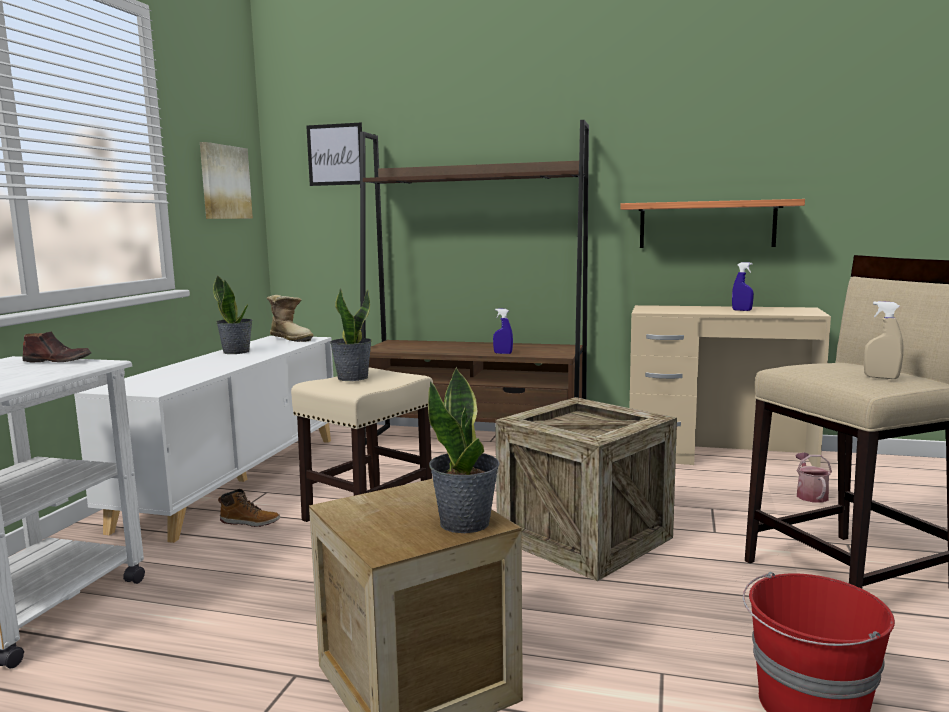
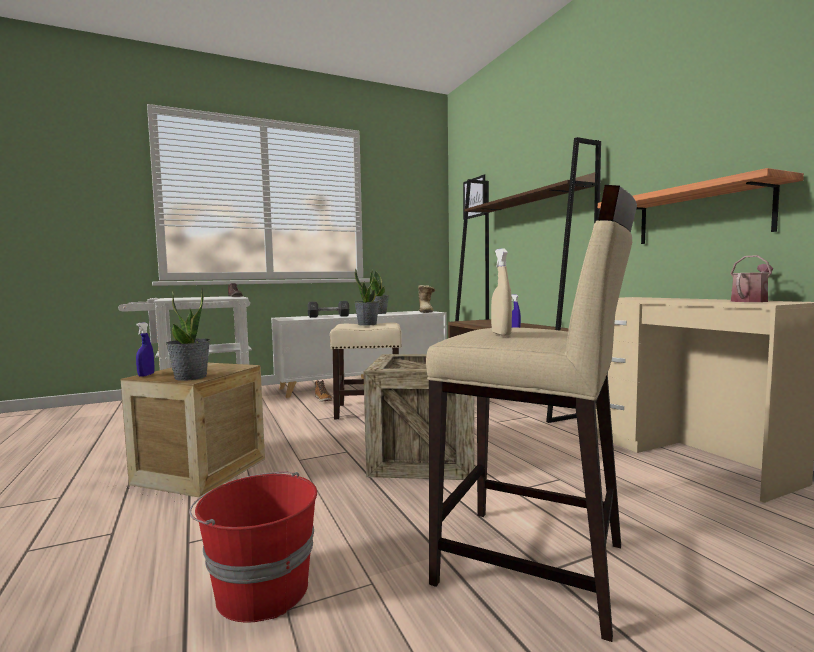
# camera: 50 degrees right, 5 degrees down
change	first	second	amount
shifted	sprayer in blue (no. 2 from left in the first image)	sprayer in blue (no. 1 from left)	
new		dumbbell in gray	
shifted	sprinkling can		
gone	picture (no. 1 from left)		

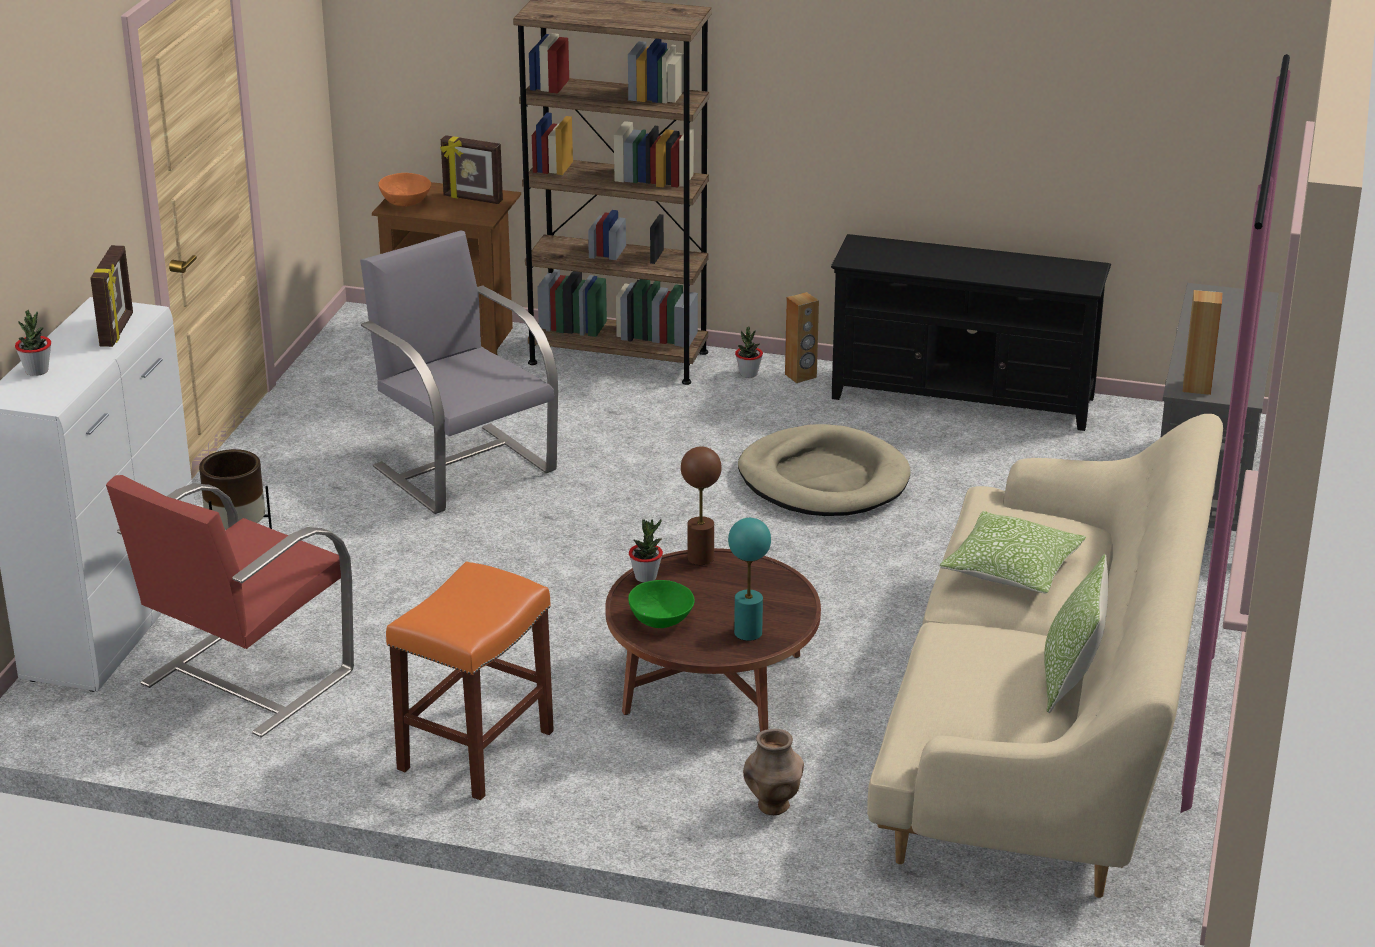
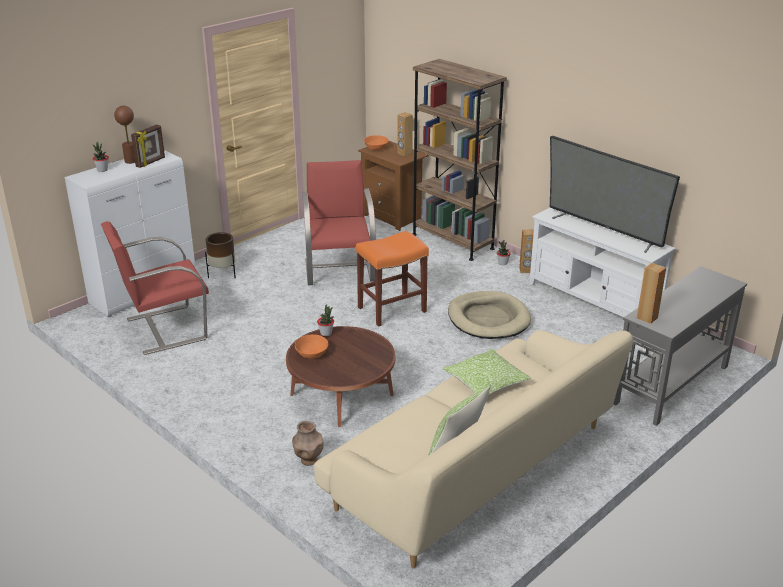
# camera: 30 degrees right, 0 degrees up
change	first	second	amount
shifted	tabletop lamp in brown		
repainted	bowl in green-coloured	bowl in orange (no. 1 from left)	
repainted	lounge chair in gray	lounge chair in red-coloured (no. 2 from left)	
shifted	stool seat in orange		
swapped	standing frame (no. 2 from left)	speaker in brown (no. 1 from left)	
repainted	tv unit in black	tv unit in white	
new		TV set	
gone	tabletop lamp in turquoise-coloured		

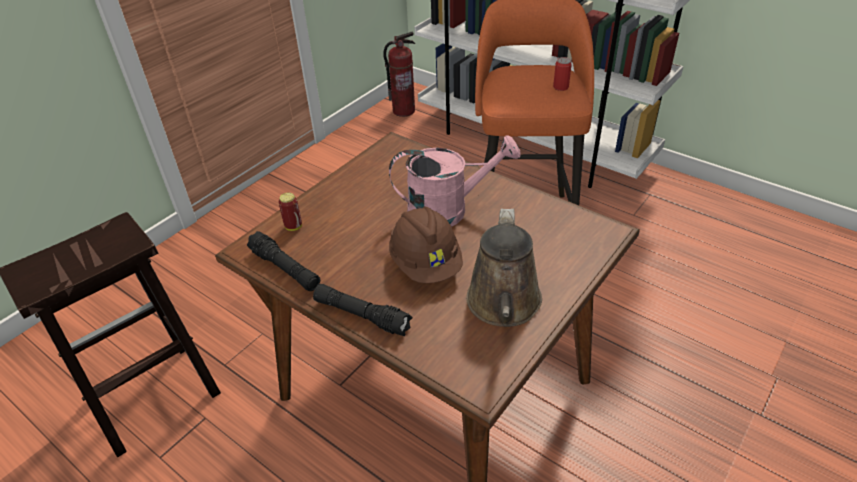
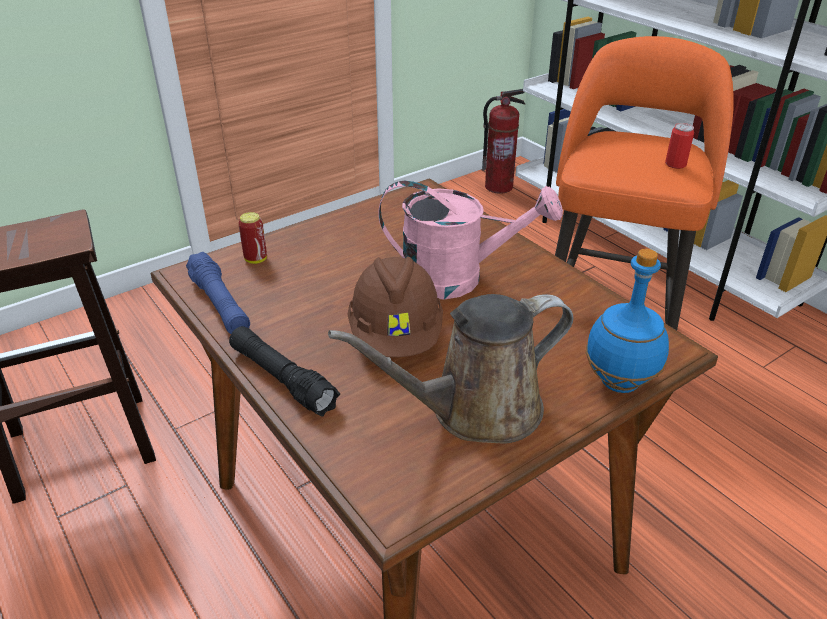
# camera: 15 degrees right, 5 degrees down
change	first	second	amount
repainted	flashlight in black (no. 1 from left)	flashlight in blue	
rotated	sprinkling can in brown		45 degrees clockwise
new		beverage bottle in blue	

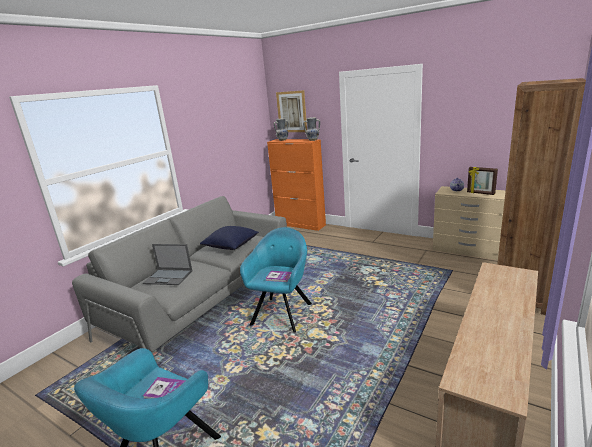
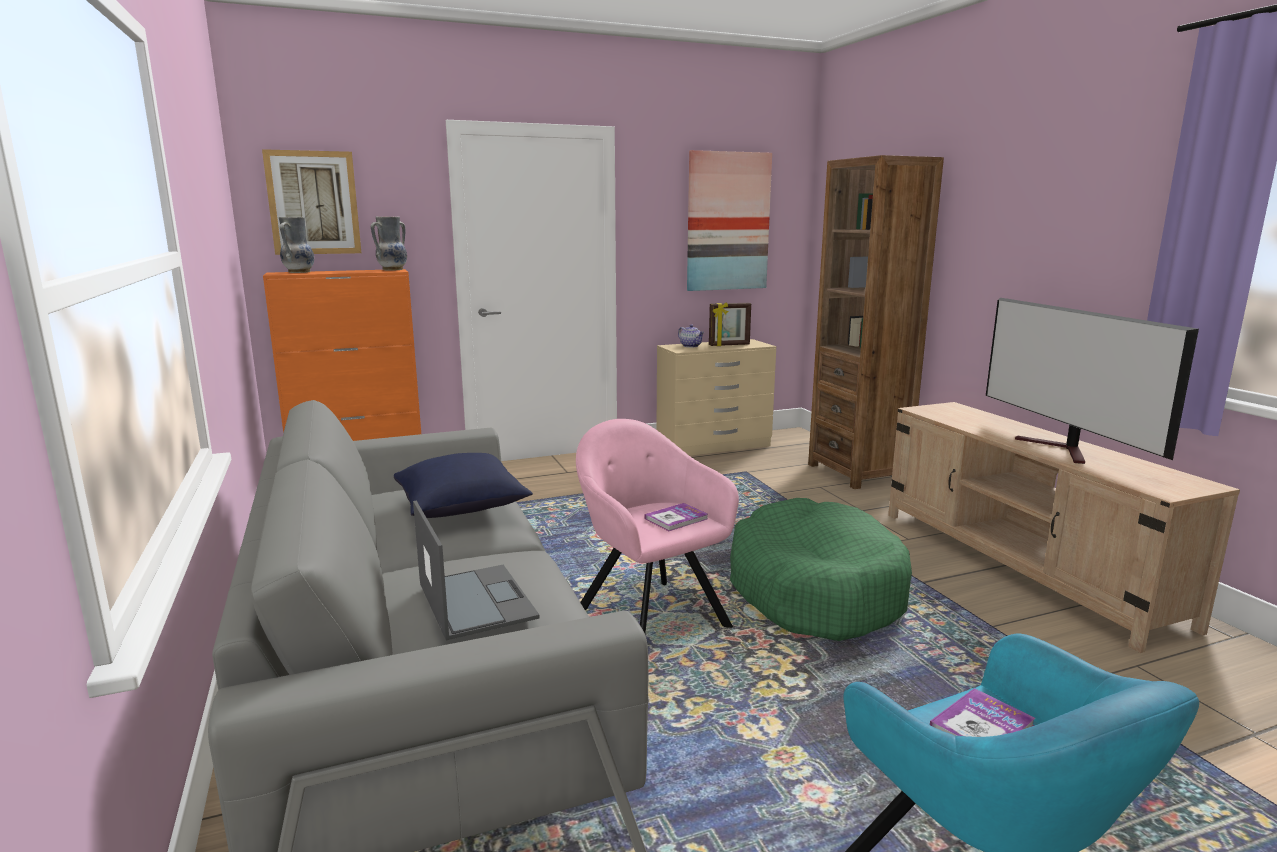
# camera: 55 degrees left, 5 degrees down
change	first	second	amount
rotated	laptop		75 degrees counterclockwise
repainted	lounge chair in turquoise-coloured (no. 2 from left)	lounge chair in pink-coloured	
new		picture (no. 2 from left)	
new		dog bed in green-coloured	
new		TV set	

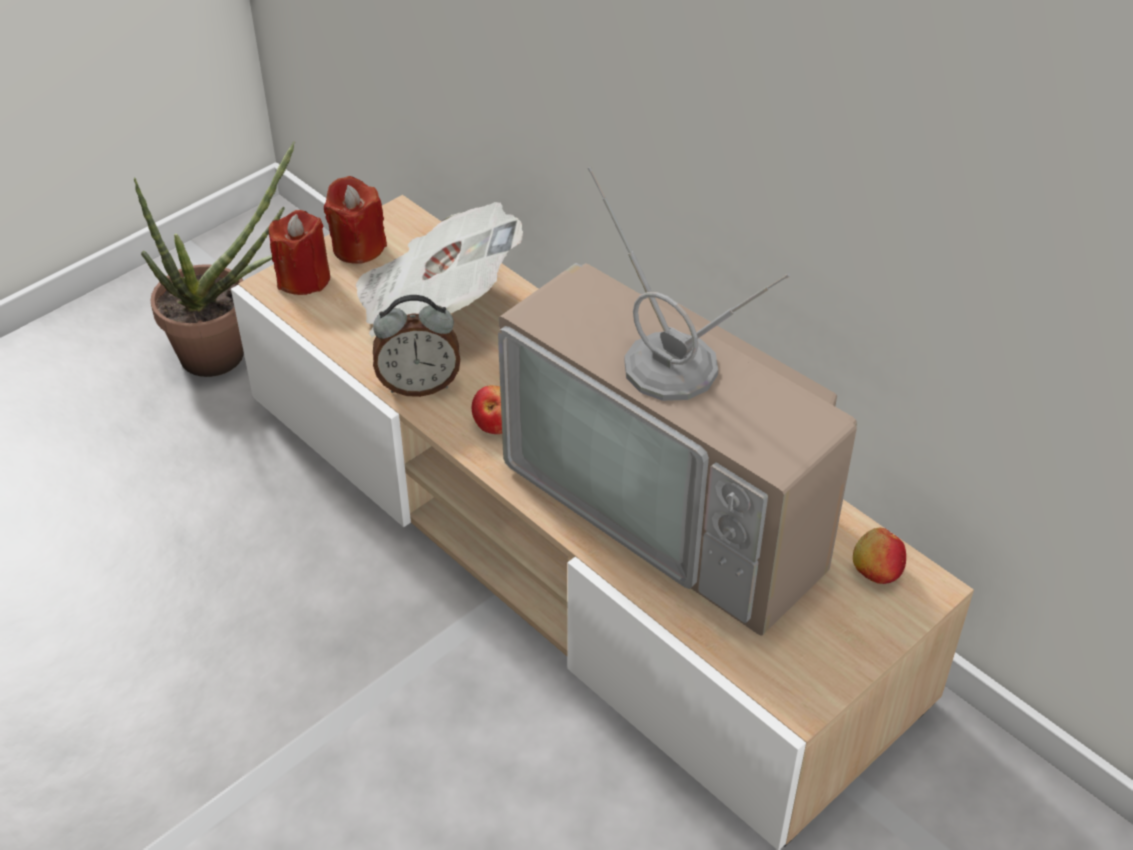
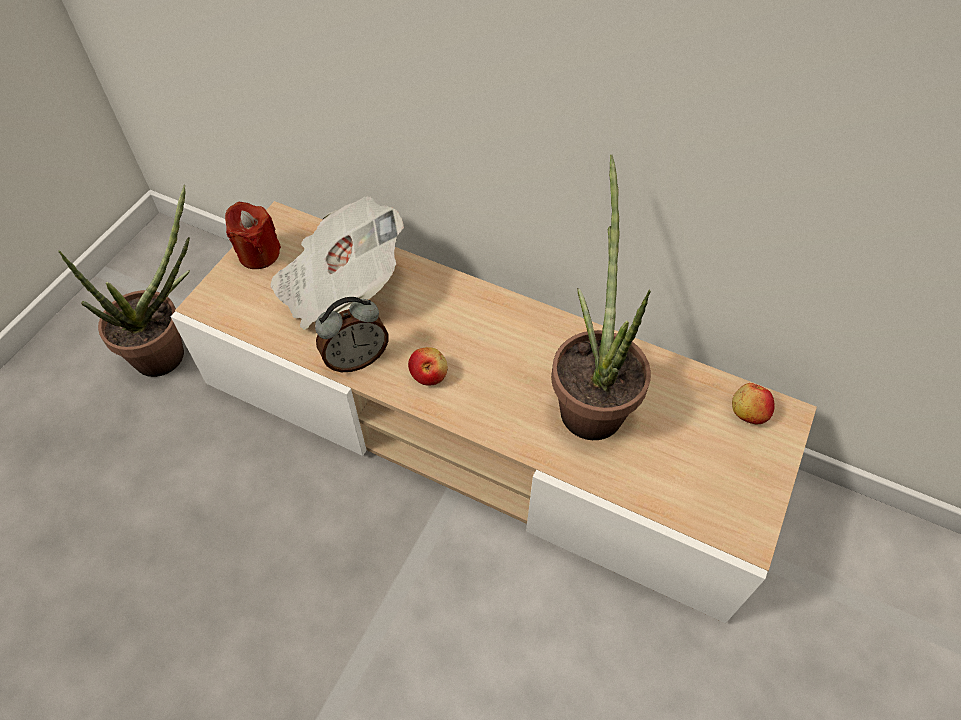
# camera: 20 degrees left, 10 degrees up
change	first	second	amount
swapped	TV set	houseplant (no. 2 from left)	
gone	wax candle in red-coloured (no. 1 from left)		

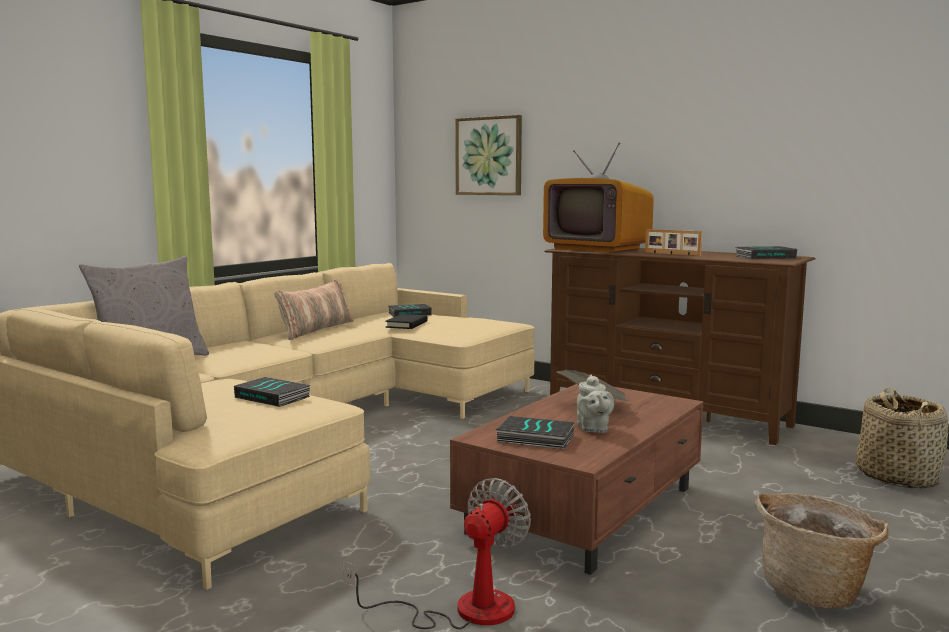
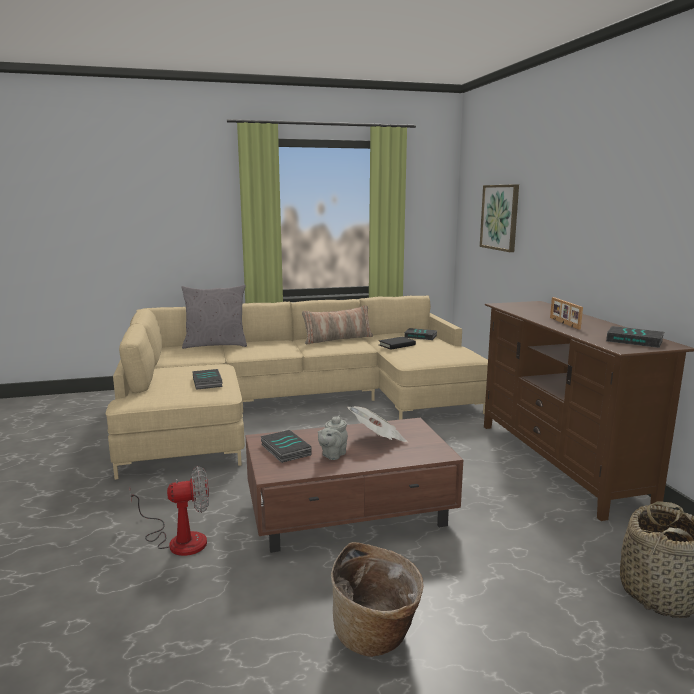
# camera: 40 degrees right, 5 degrees up
change	first	second	amount
gone	TV set		

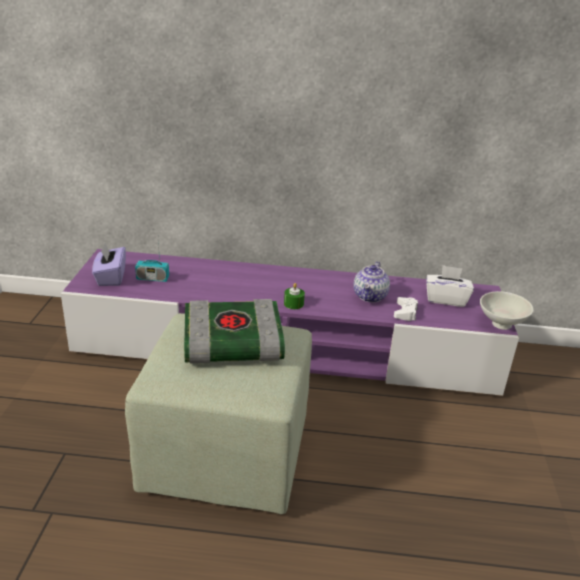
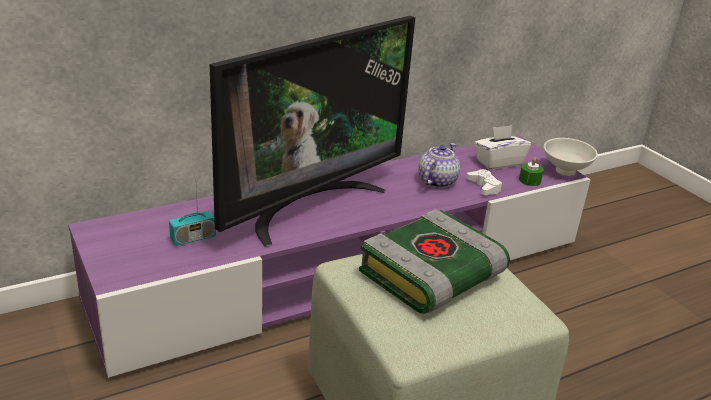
# camera: 35 degrees left, 0 degrees up
change	first	second	amount
new		TV set	
rotated	teapot		135 degrees counterclockwise
shifted	wax candle in green-coloured		
gone	tissue holder in purple-coloured		

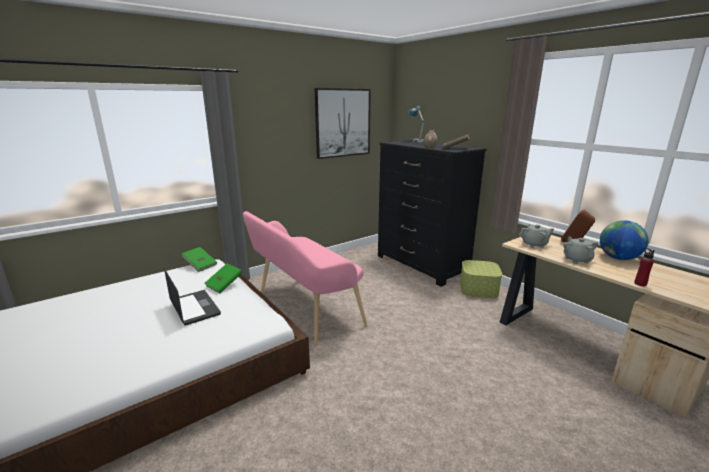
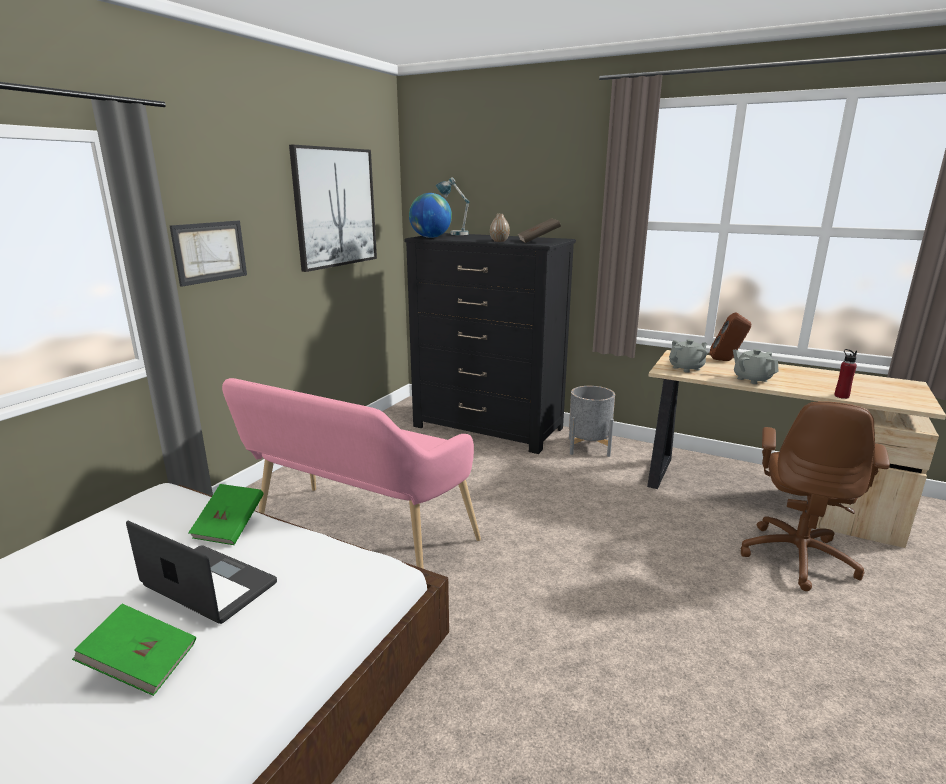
# camera: 25 degrees left, 0 degrees up
change	first	second	amount
shifted	volume in green-coloured (no. 1 from left)		
new		picture (no. 1 from left)	
shifted	globe		
swapped	storage bin	flower pot in gray	
new		computer chair in brown	

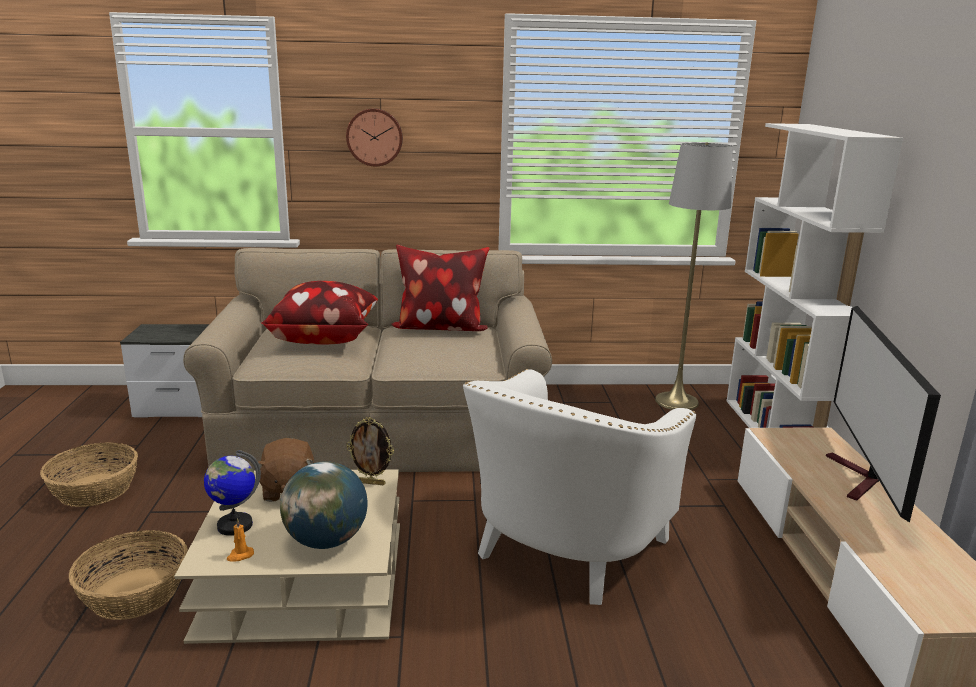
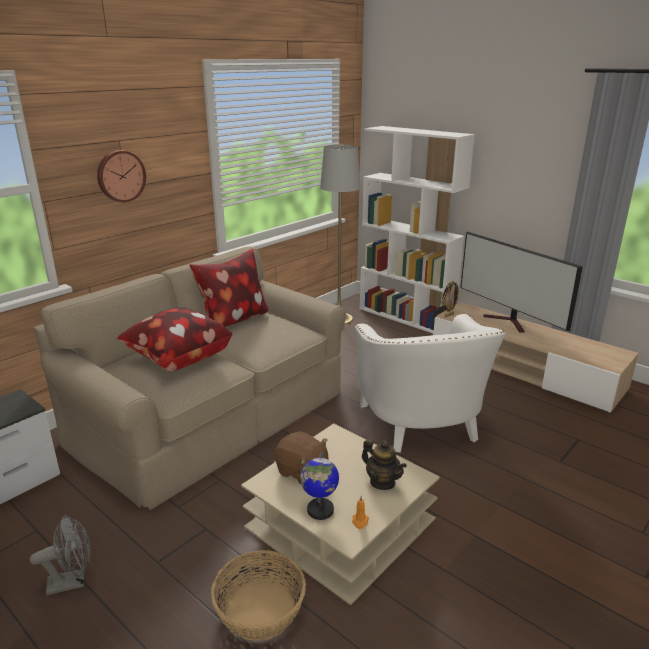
# camera: 45 degrees left, 5 degrees up
change	first	second	amount
swapped	household basket (no. 1 from left)	electric fan in gray	
swapped	globe (no. 2 from left)	teapot	
shifted	standing frame		

